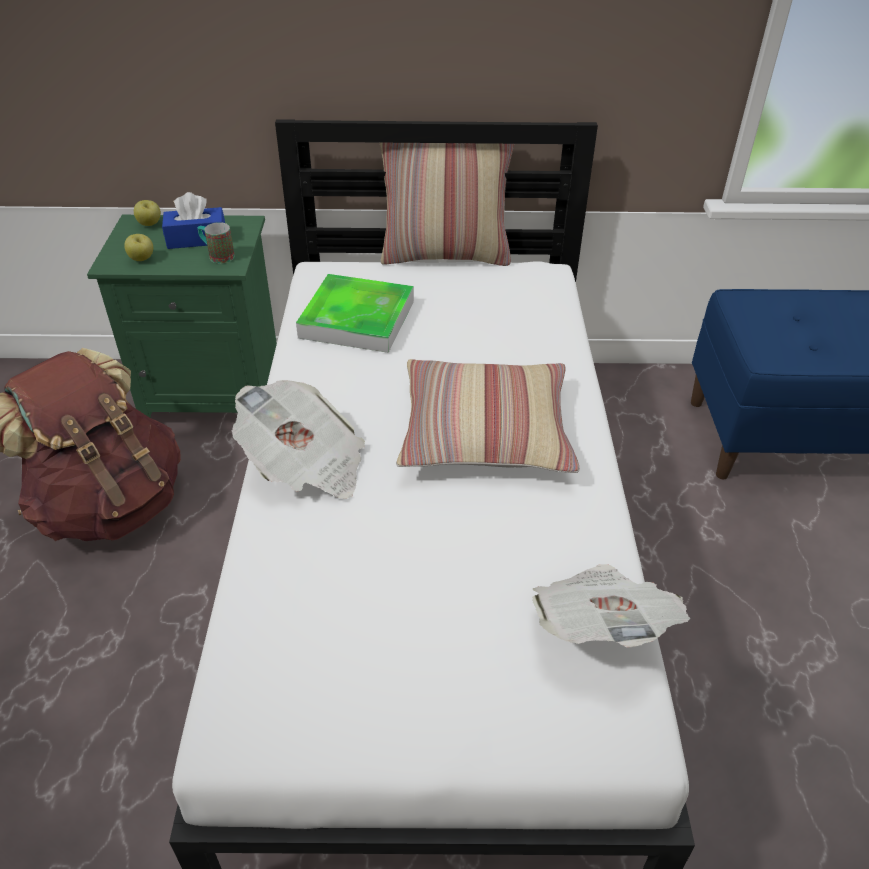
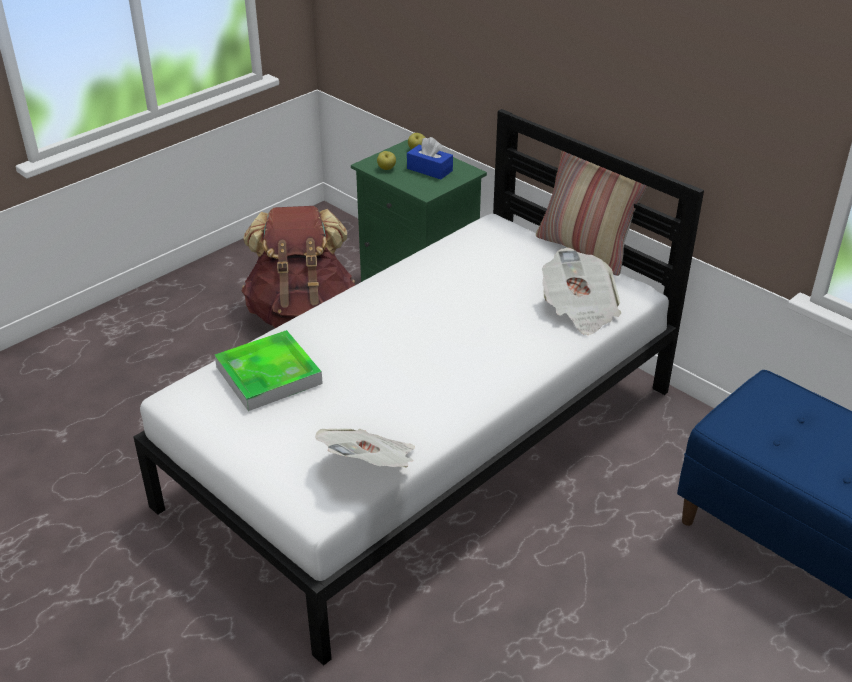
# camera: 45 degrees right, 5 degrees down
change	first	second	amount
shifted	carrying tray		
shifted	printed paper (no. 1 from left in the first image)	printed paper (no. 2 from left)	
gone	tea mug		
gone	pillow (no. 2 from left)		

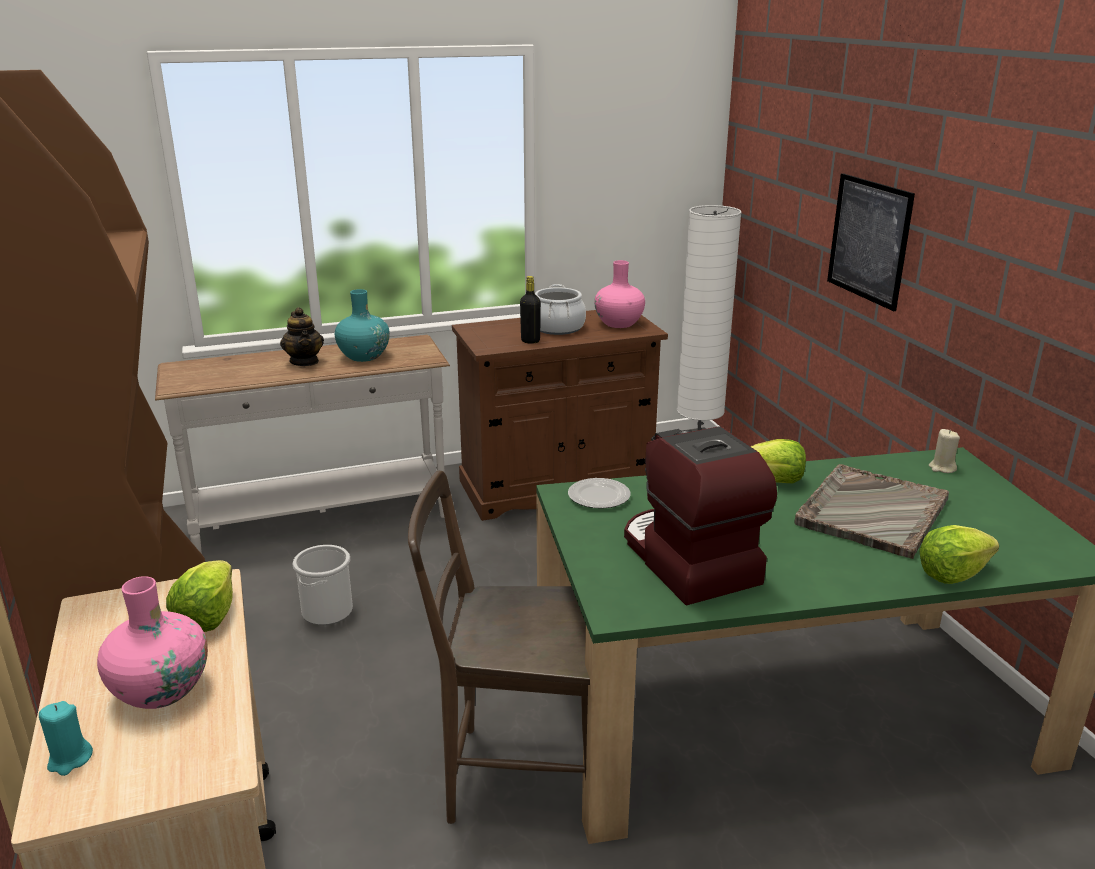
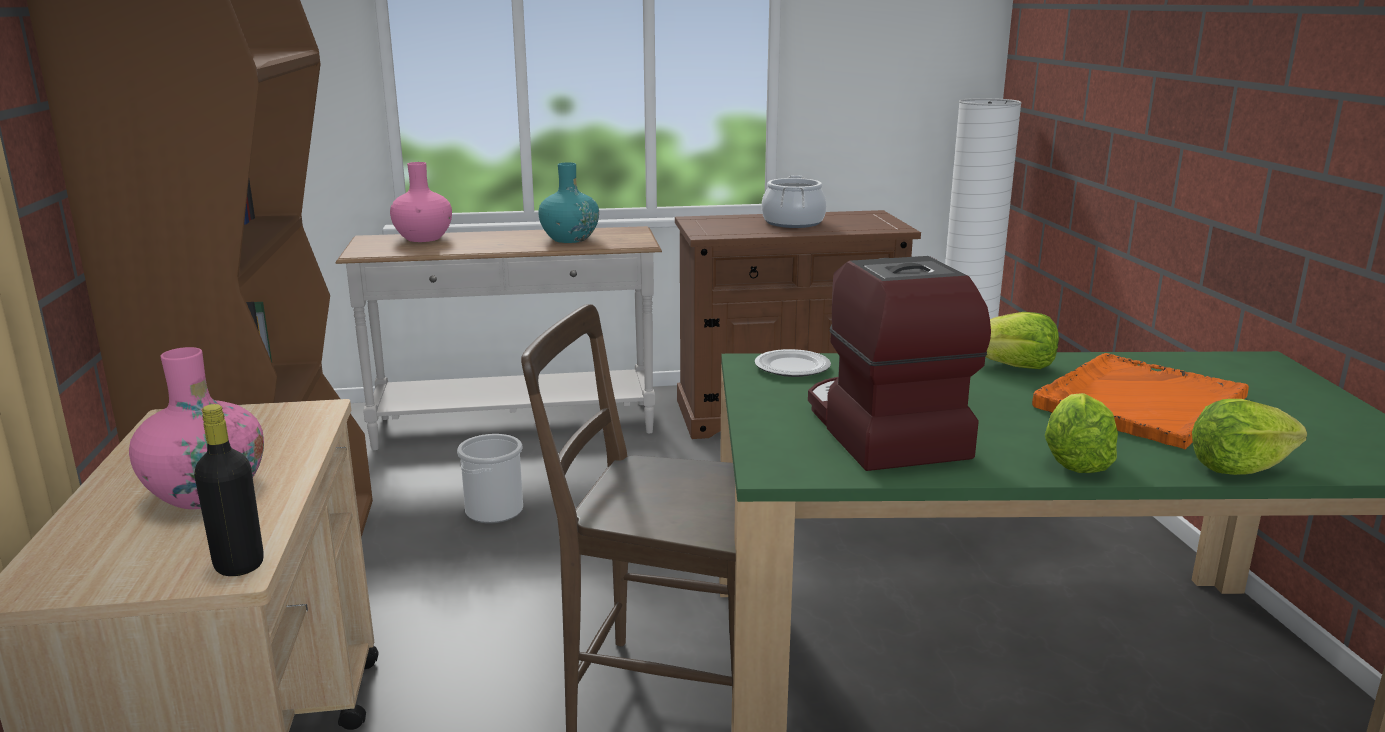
# camera: 10 degrees right, 5 degrees down
change	first	second	amount
shifted	beverage bottle in black		
shifted	vase in pink-coloured (no. 2 from left)		
repainted	carrying tray in gray	carrying tray in orange	
shifted	lettuce head (no. 1 from left in the first image)	lettuce head (no. 2 from left)	
gone	wax candle in turquoise-coloured		
gone	teapot		
gone	picture		
gone	wax candle in sand-coloured		

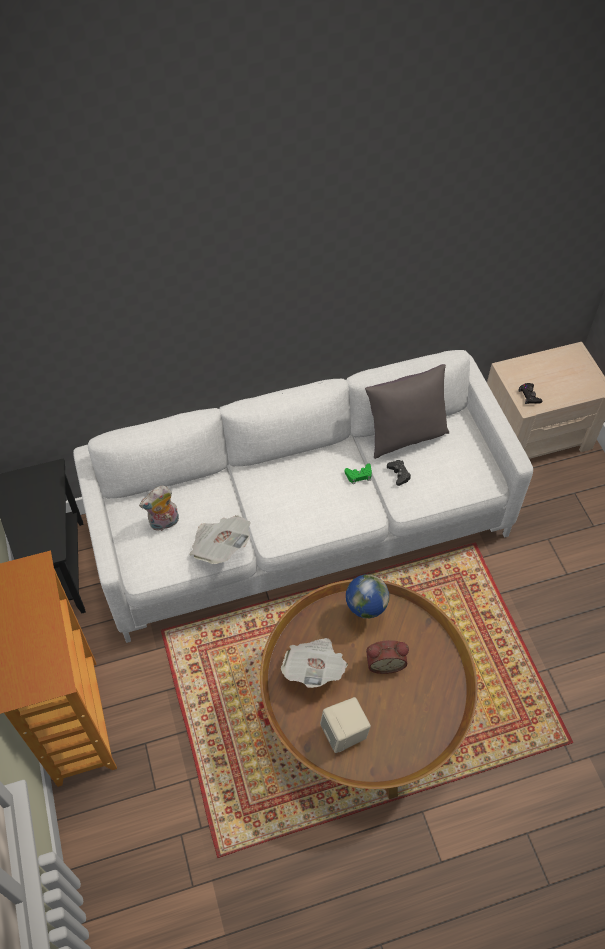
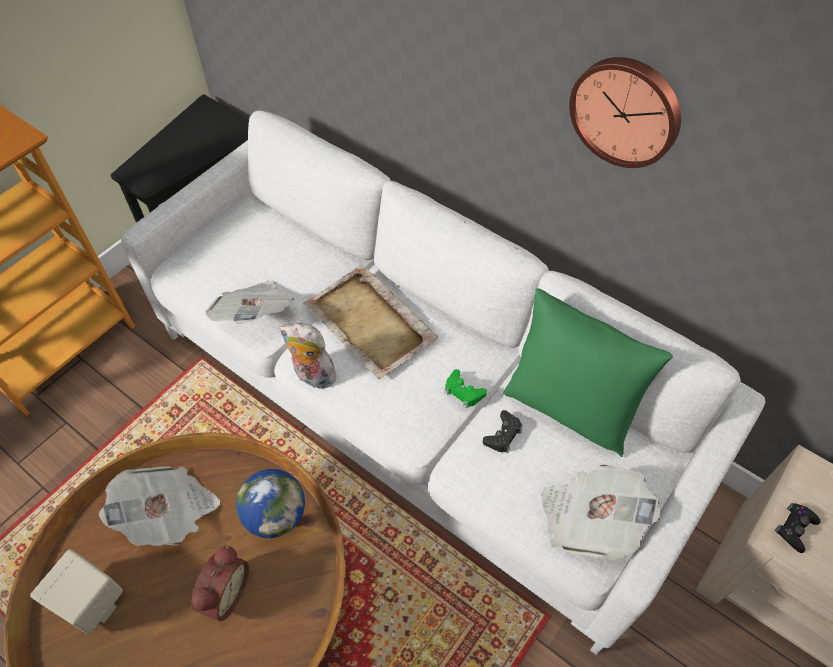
# camera: 55 degrees right, 0 degrees up
change	first	second	amount
rotated	alarm clock		120 degrees counterclockwise
shifted	plush toy		
new		carrying tray in sand-coloured	
repainted	pillow in gray	pillow in green-coloured	
new		printed paper (no. 3 from left)	
new		wall clock	

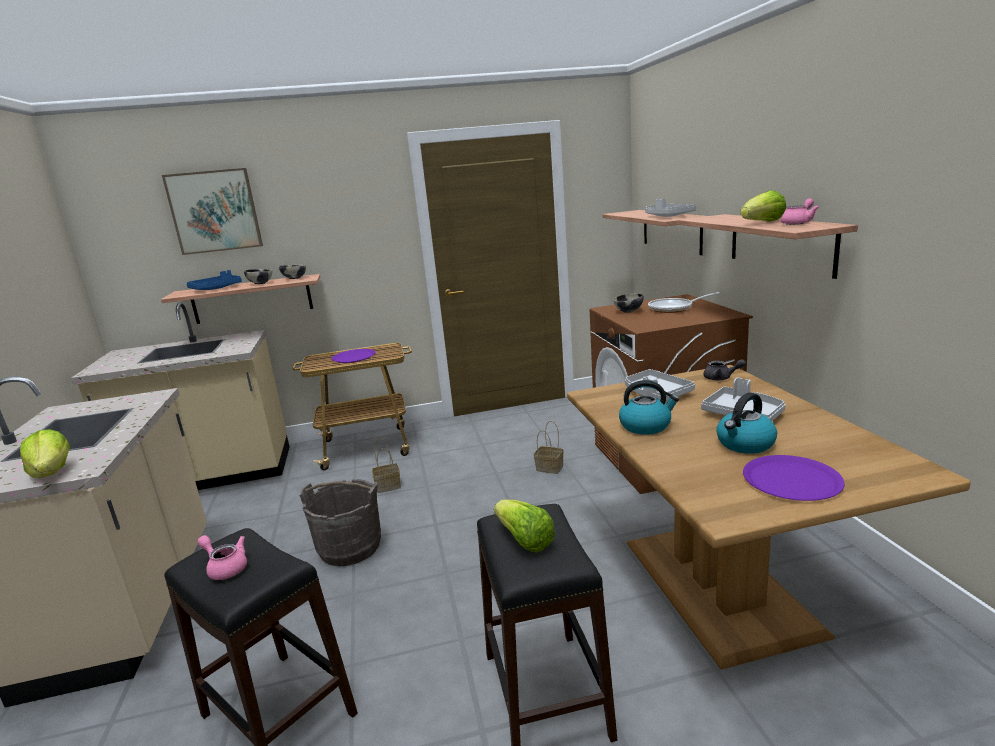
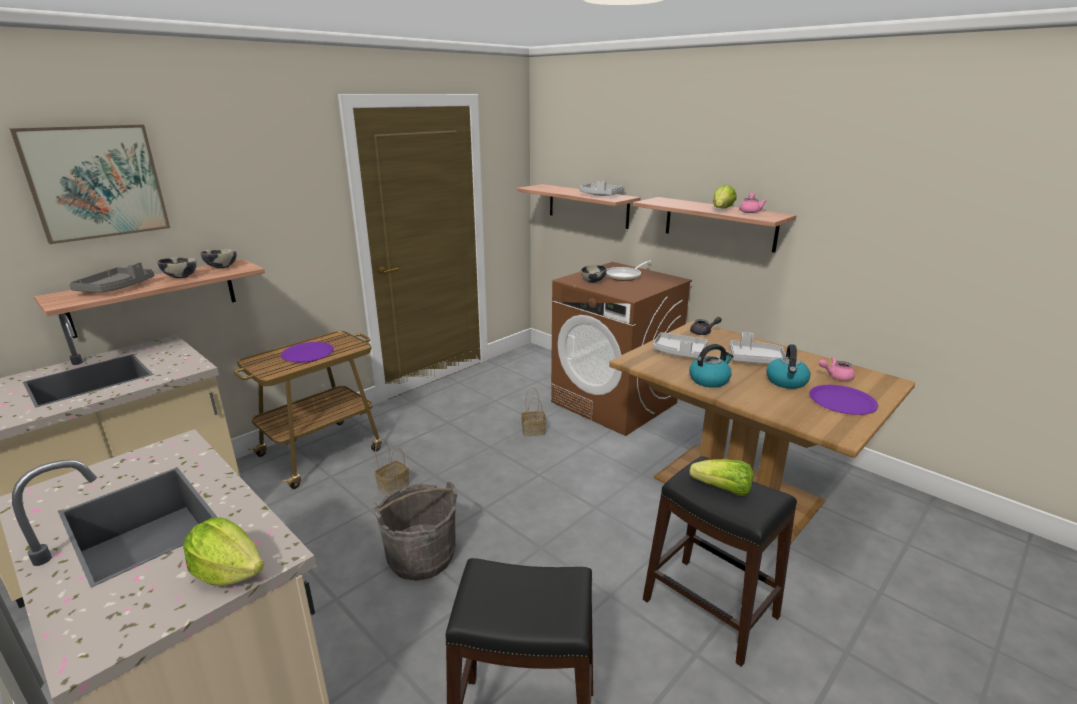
# camera: 35 degrees left, 5 degrees up
change	first	second	amount
repainted	carrying tray in blue	carrying tray in gray (no. 1 from left)	
shifted	teapot in pink-coloured (no. 1 from left in the first image)	teapot in pink-coloured (no. 2 from left)	

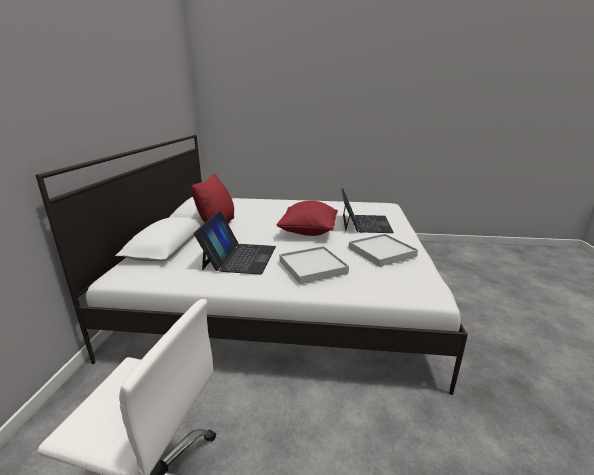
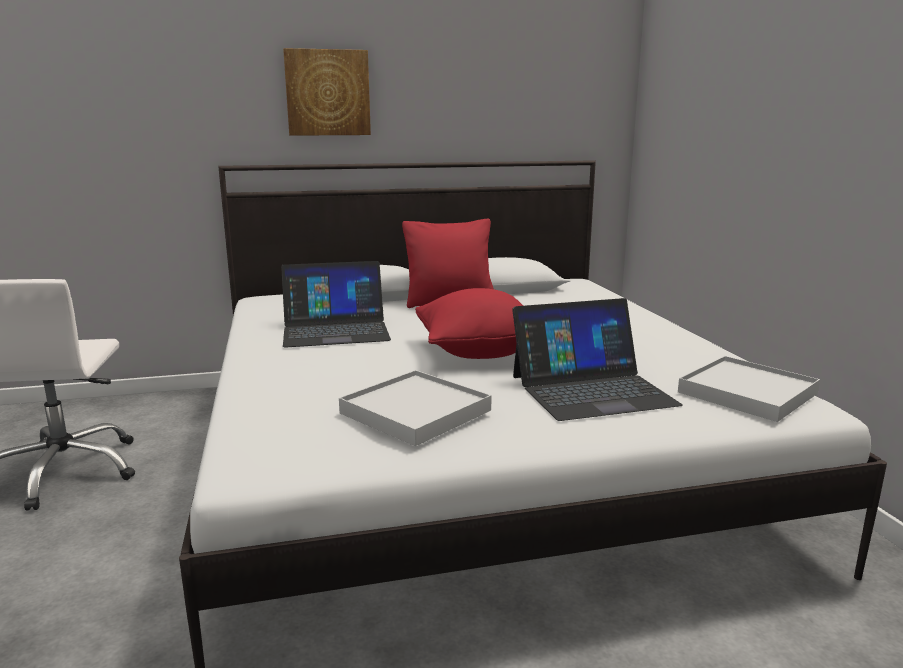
# camera: 70 degrees right, 5 degrees down
change	first	second	amount
new		picture	
shifted	carrying tray in white (no. 1 from left in the first image)	carrying tray in white (no. 2 from left)	

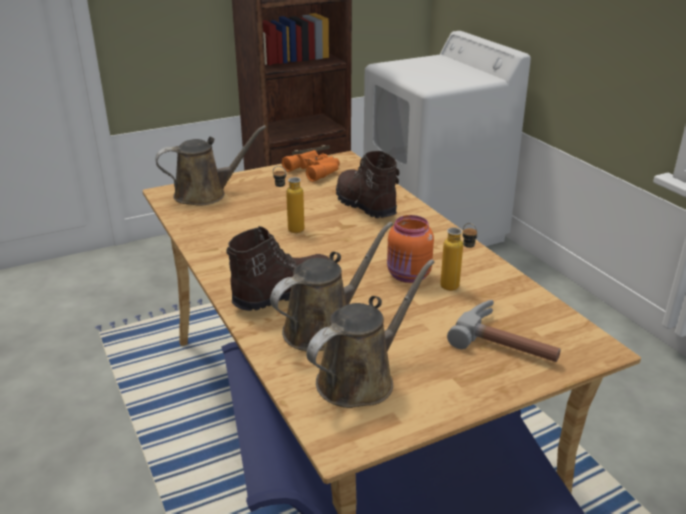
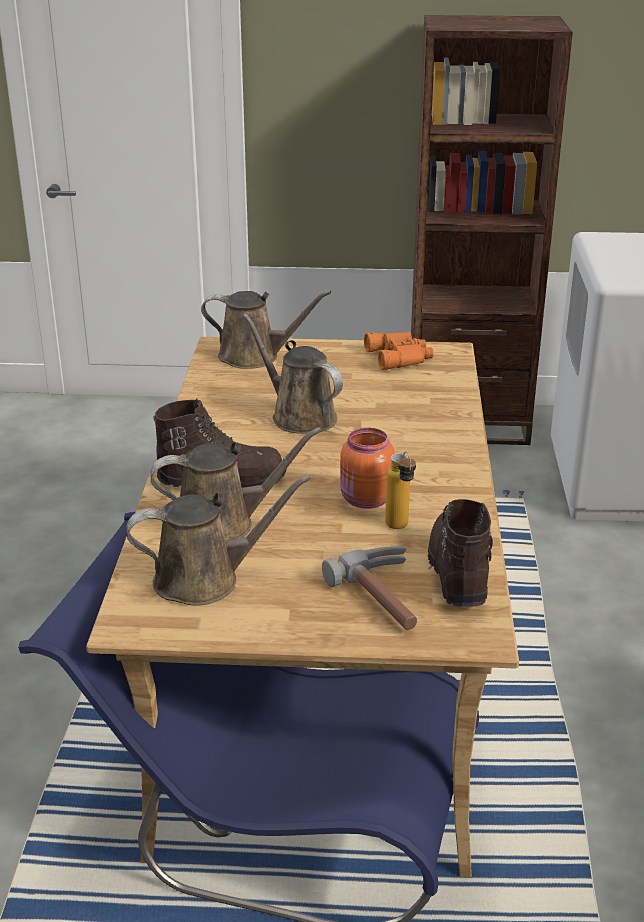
# camera: 30 degrees right, 0 degrees up
change	first	second	amount
swapped	beverage bottle (no. 1 from left)	sprinkling can in brown (no. 4 from left)	
shifted	tall boot in brown (no. 2 from left)		

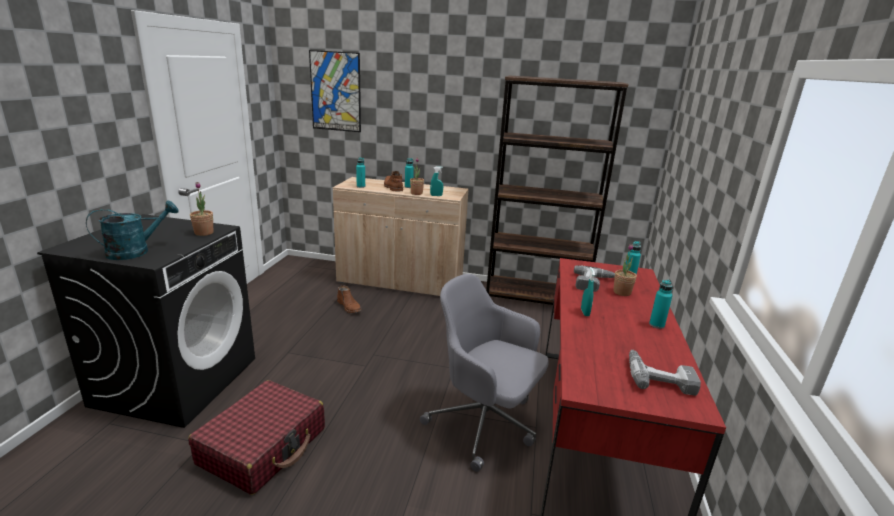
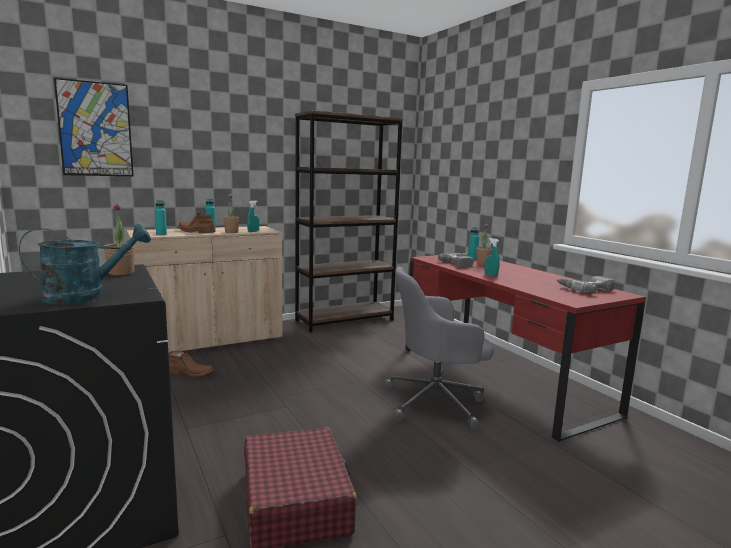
# camera: 40 degrees left, 10 degrees down
change	first	second	amount
rotated	sprinkling can in turquoise-coloured		45 degrees clockwise
gone	beverage bottle in turquoise-coloured (no. 4 from left)		

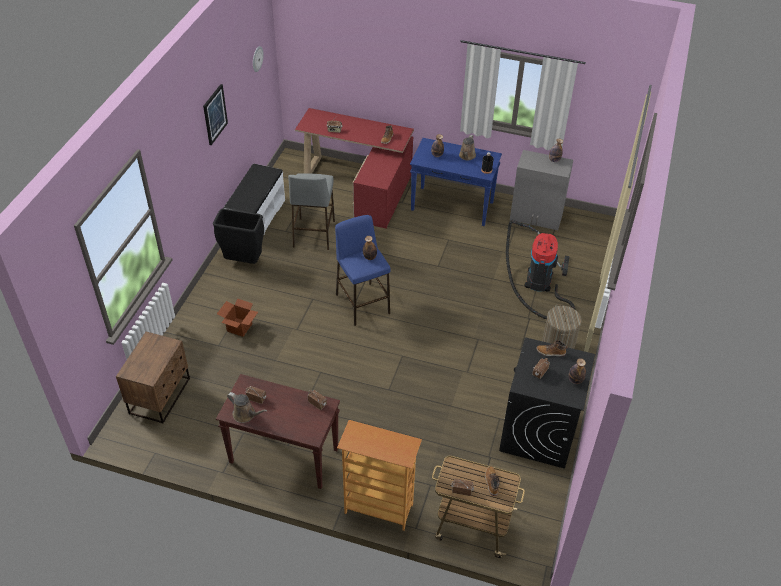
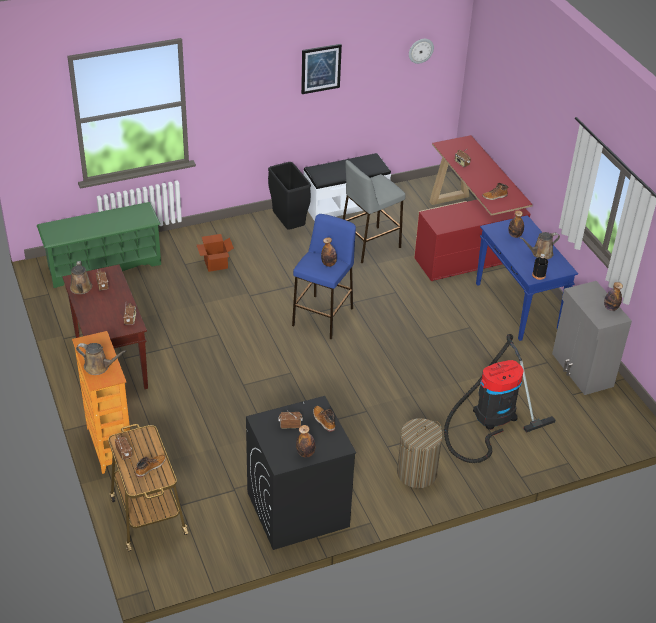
# camera: 50 degrees right, 5 degrees down
change	first	second	amount
swapped	night table in brown	shoe stand in green-coloured	
new		sprinkling can in brown (no. 2 from left)	

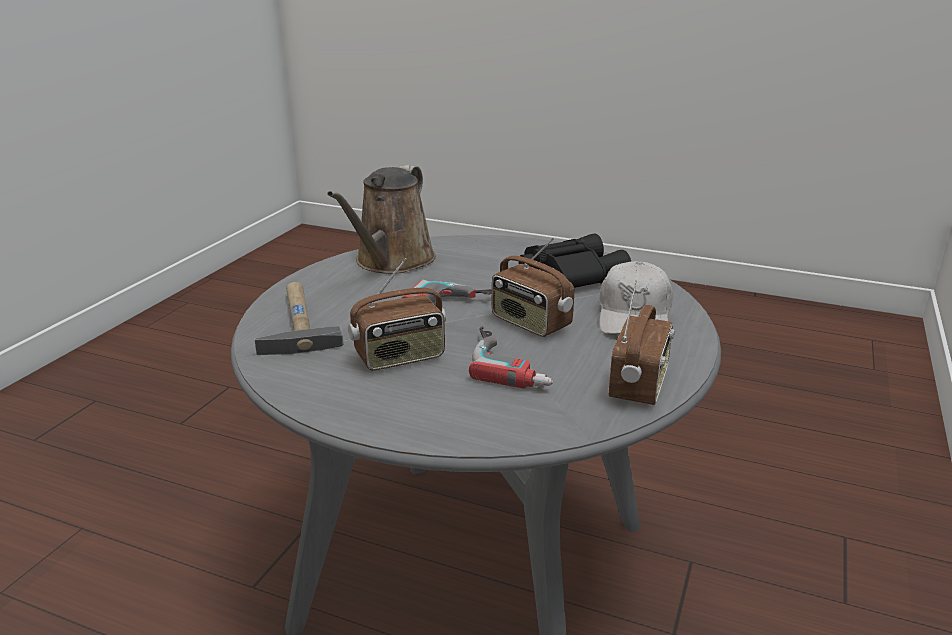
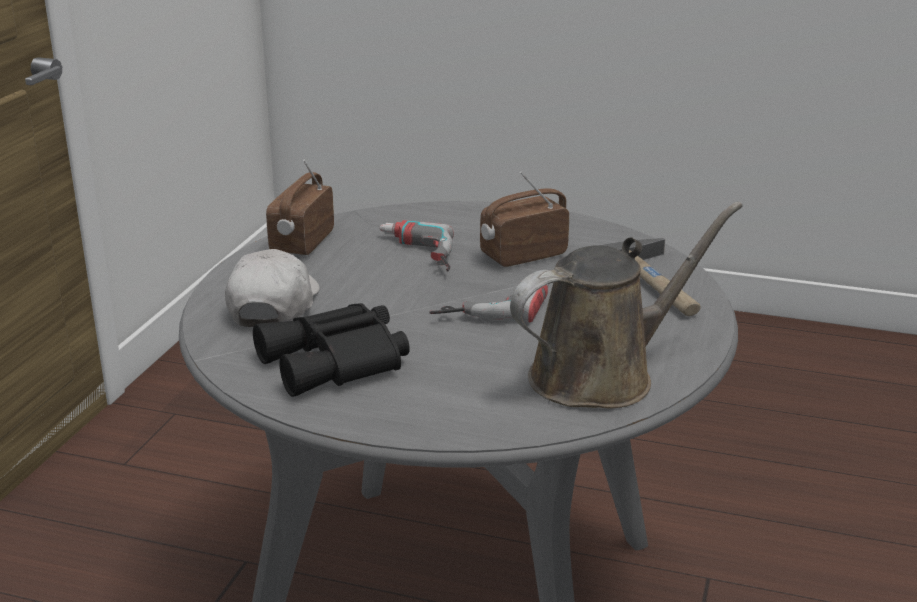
# camera: 175 degrees right, 0 degrees up
change	first	second	amount
rotated	sprinkling can in brown		45 degrees clockwise
gone	radio receiver (no. 2 from left)		

